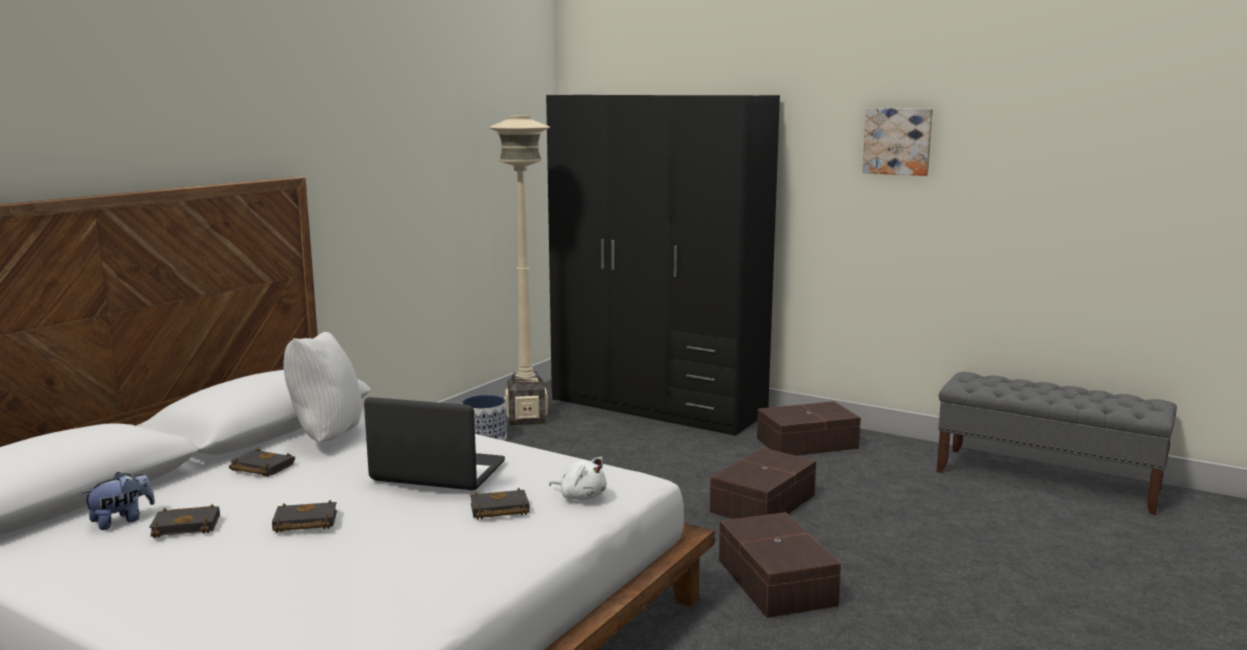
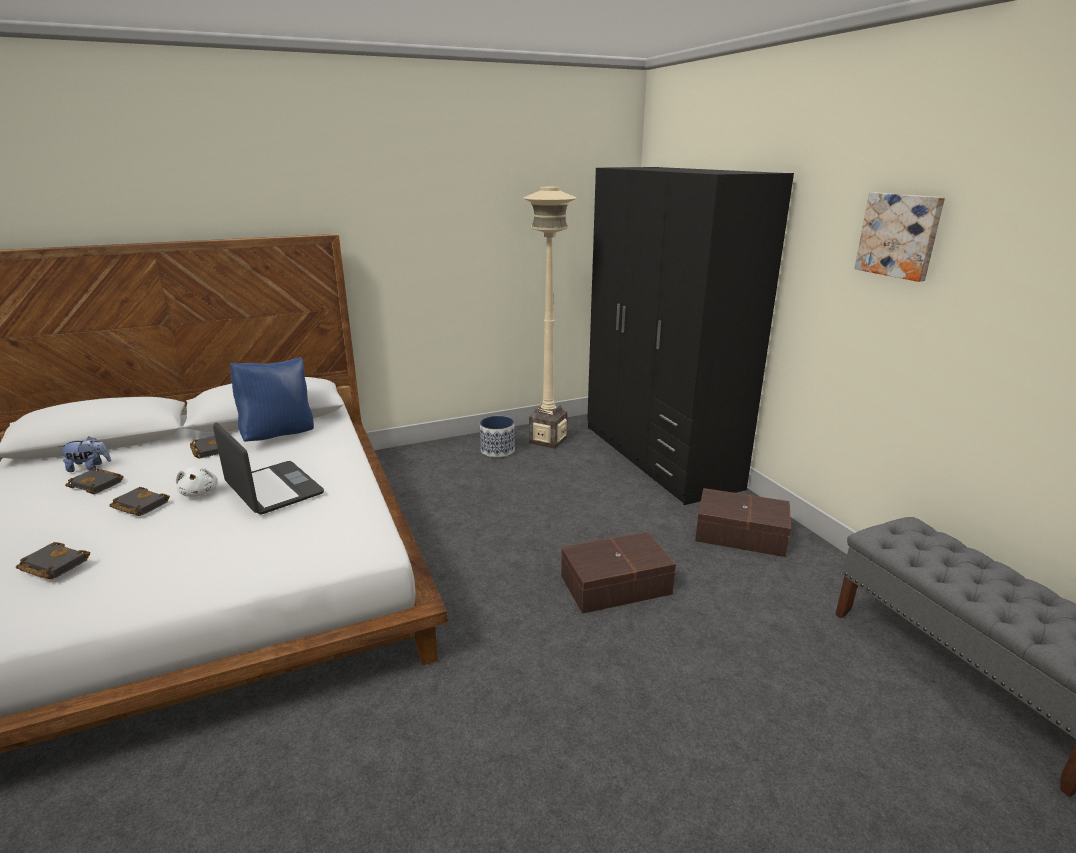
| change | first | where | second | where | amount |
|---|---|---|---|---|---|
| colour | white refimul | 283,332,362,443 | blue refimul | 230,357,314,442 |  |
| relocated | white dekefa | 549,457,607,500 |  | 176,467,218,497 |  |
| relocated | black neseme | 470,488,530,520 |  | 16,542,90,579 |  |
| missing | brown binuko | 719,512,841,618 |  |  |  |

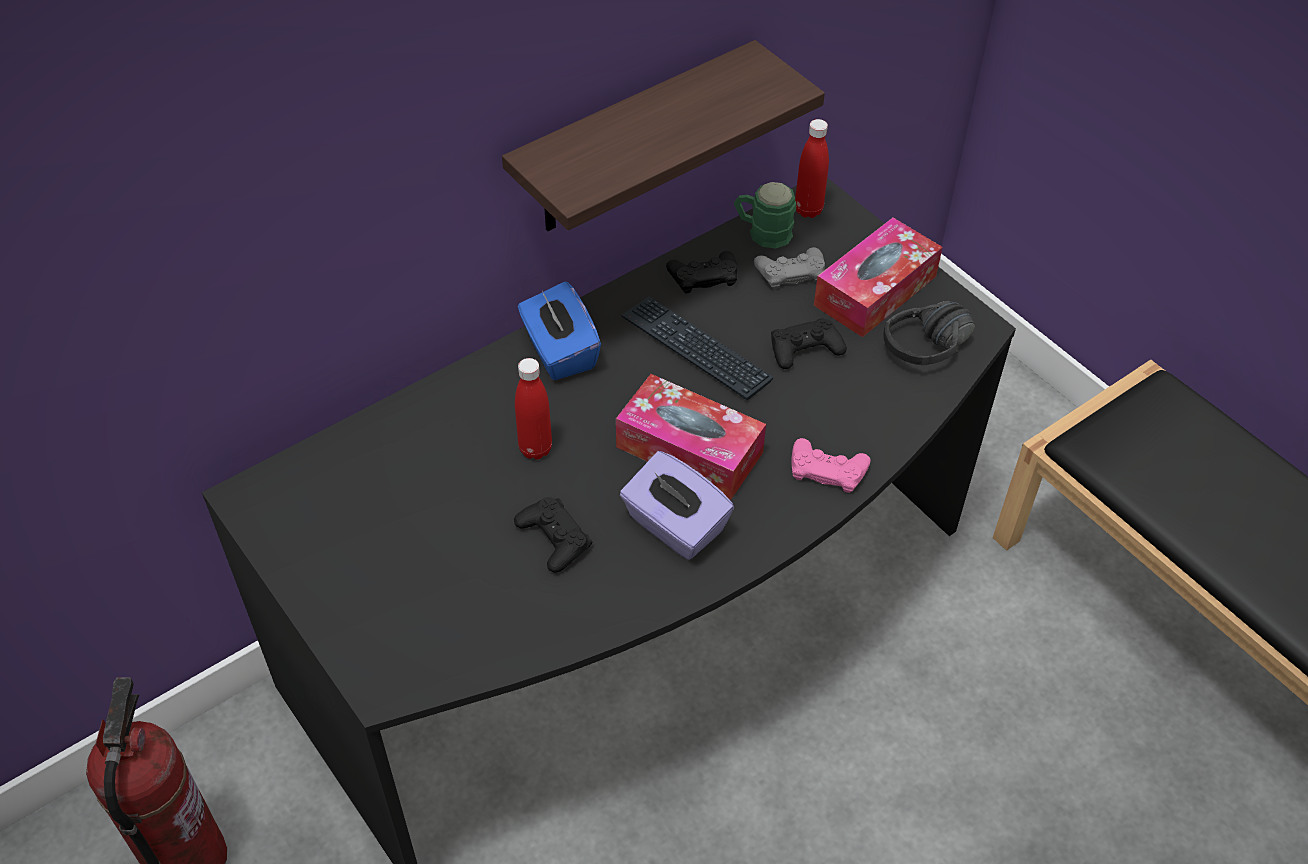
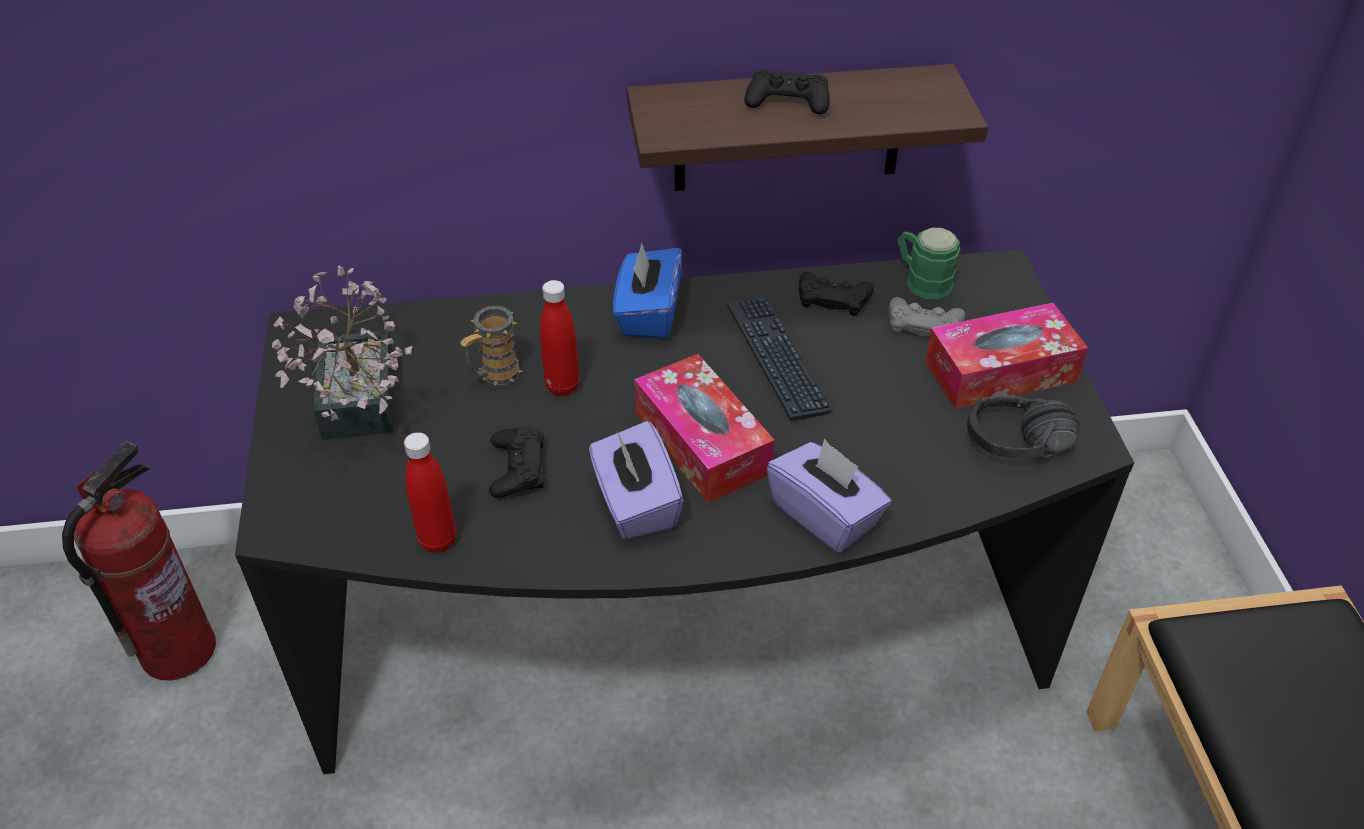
| change | first | where | second | where | amount |
|---|---|---|---|---|---|
| relocated | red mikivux | 795,119,829,218 |  | 404,432,456,553 |  |
| relocated | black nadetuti | 771,318,847,369 |  | 744,69,830,114 |  |
| exchanged | pink nadetuti | 791,438,871,493 | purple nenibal | 767,439,891,553 |  |
| appeared |  |  | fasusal | 272,266,412,440 |  |
| appeared |  |  | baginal | 460,306,523,386 |  |

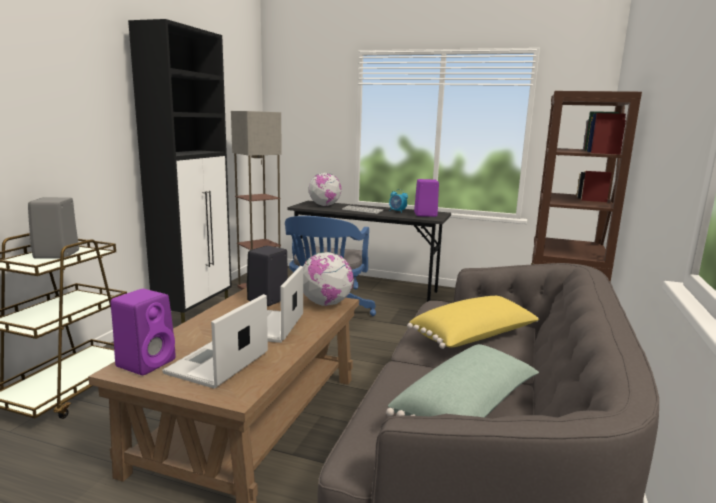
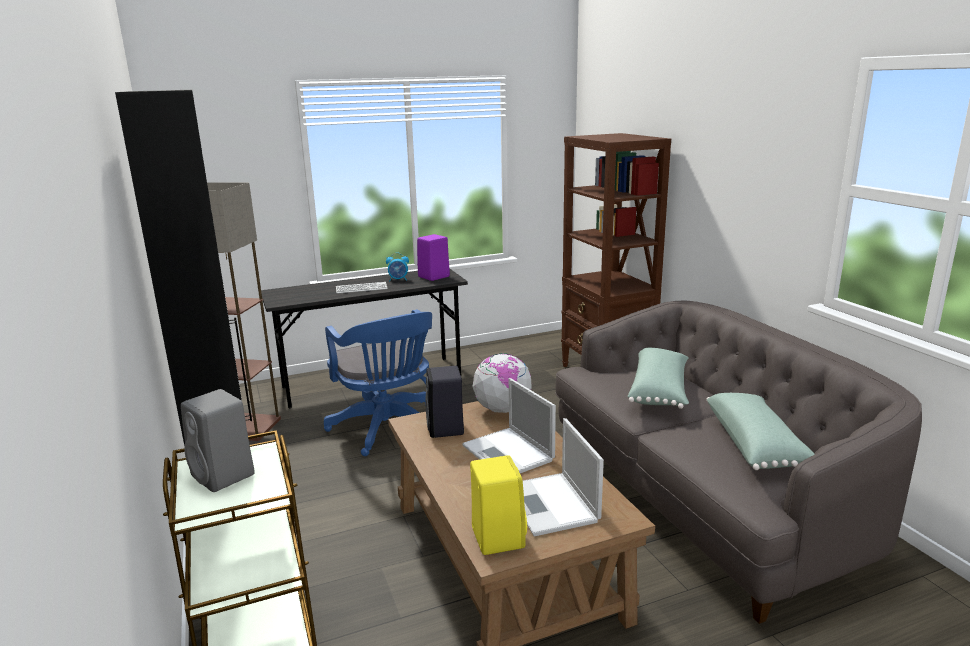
| change | first | where | second | where | amount |
|---|---|---|---|---|---|
| missing | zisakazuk | 309,173,341,206 |  |  |  |
| colour | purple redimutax | 111,289,176,375 | yellow redimutax | 470,455,527,555 |  |
| colour | yellow refimul | 407,296,540,349 | green refimul | 628,348,689,409 |  |

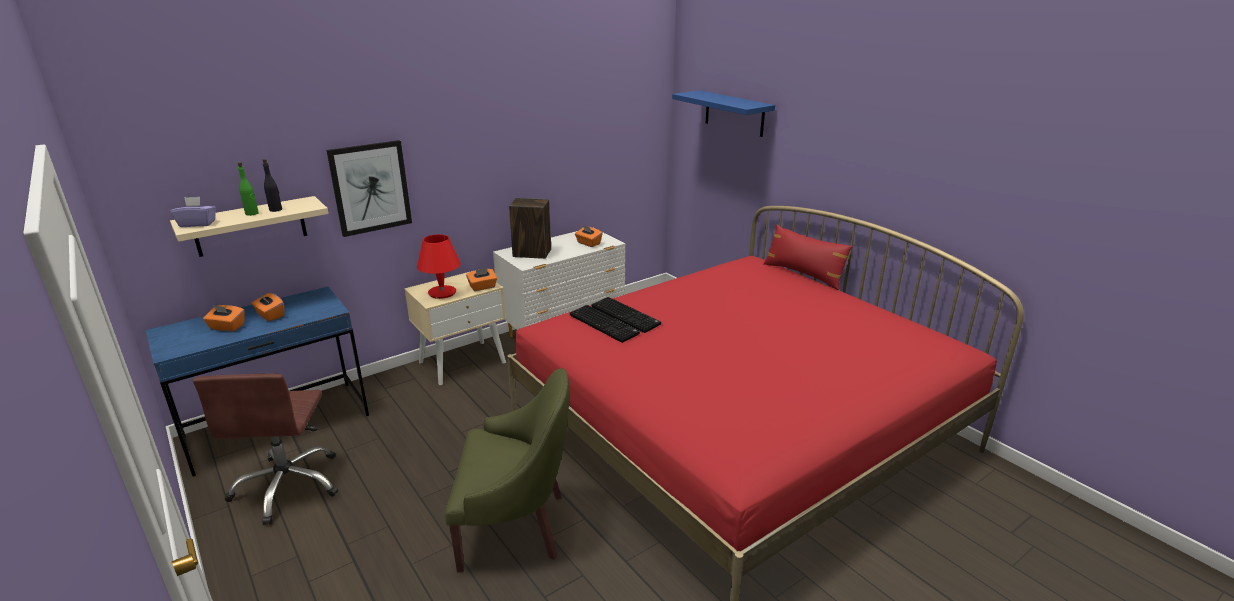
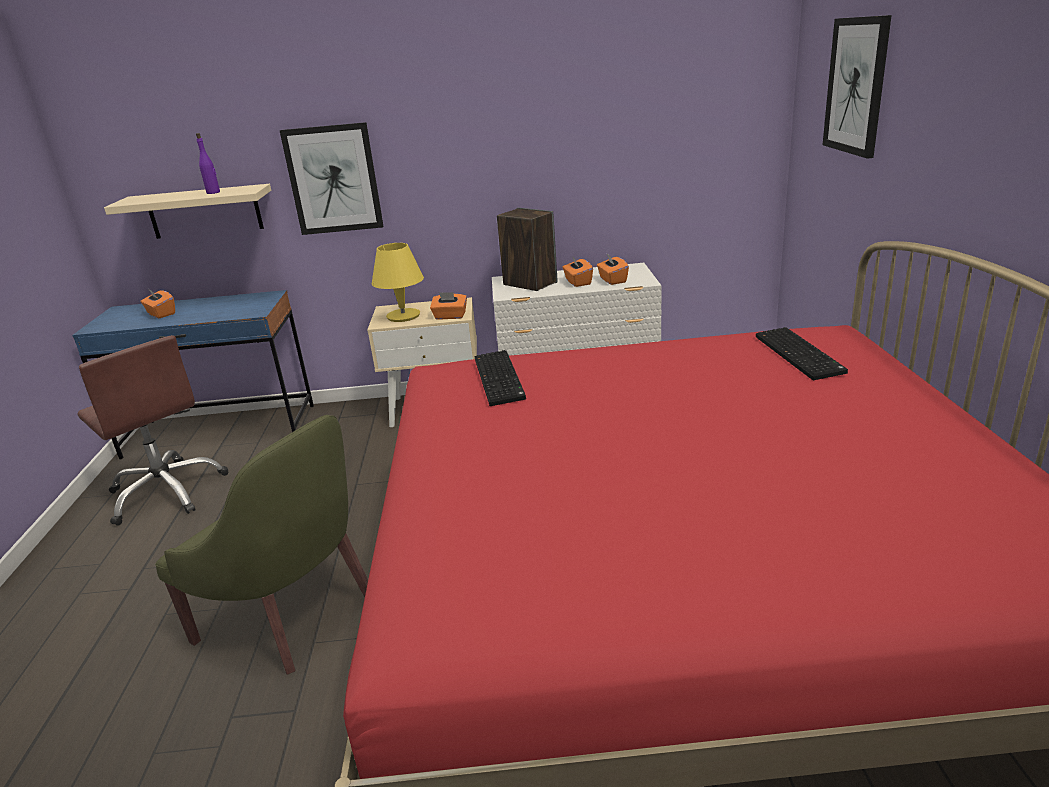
| change | first | where | second | where | amount |
|---|---|---|---|---|---|
| exchanged | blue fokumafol | 672,90,775,137 | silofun | 823,15,892,159 |  |
| colour | black mikivux | 263,159,282,212 | purple mikivux | 196,133,220,194 |  |
| missing | green mikivux | 238,162,259,216 |  |  |  |
| missing | purple nenibal | 170,197,216,227 |  |  |  |
| missing | red refimul | 763,224,853,290 |  |  |  |
| colour | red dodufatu | 417,234,461,299 | yellow dodufatu | 372,243,424,322 |  |
| relocated | orange nenibal | 251,293,284,321 |  | 562,256,593,287 |  |
| relocated | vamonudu | 592,297,661,333 |  | 756,327,848,380 |  |
| spun | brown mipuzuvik | 193,374,338,525 |  | 78,335,228,526 | 75 degrees counterclockwise |

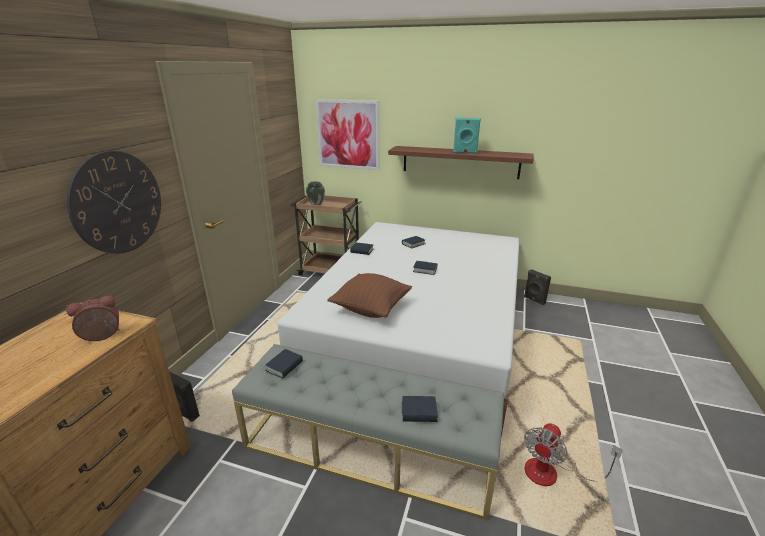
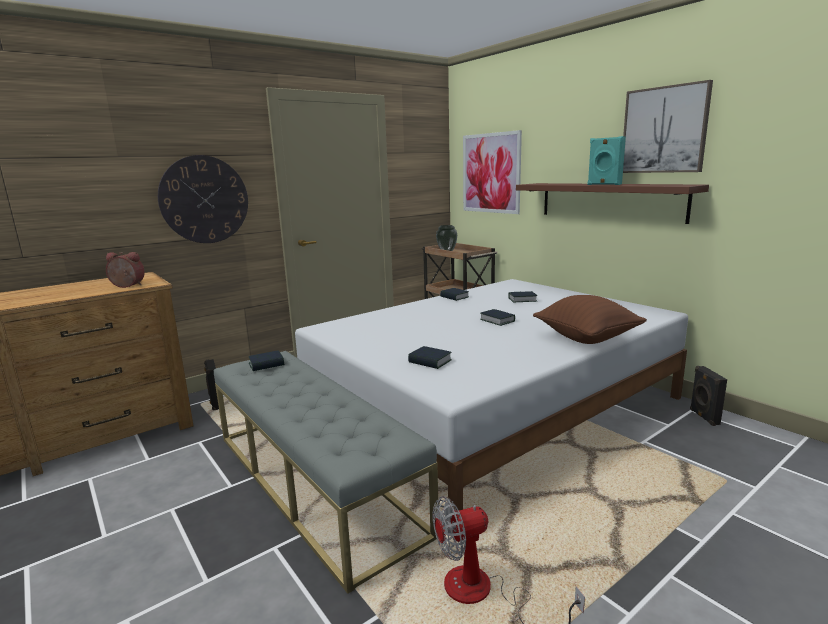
| change | first | where | second | where | amount |
|---|---|---|---|---|---|
| relocated | brown refimul | 327,273,412,318 |  | 533,295,647,344 |  |
| relocated | neseme | 402,396,438,422 |  | 408,346,452,369 |  |
| appeared |  |  | silofun | 623,80,713,173 |  |

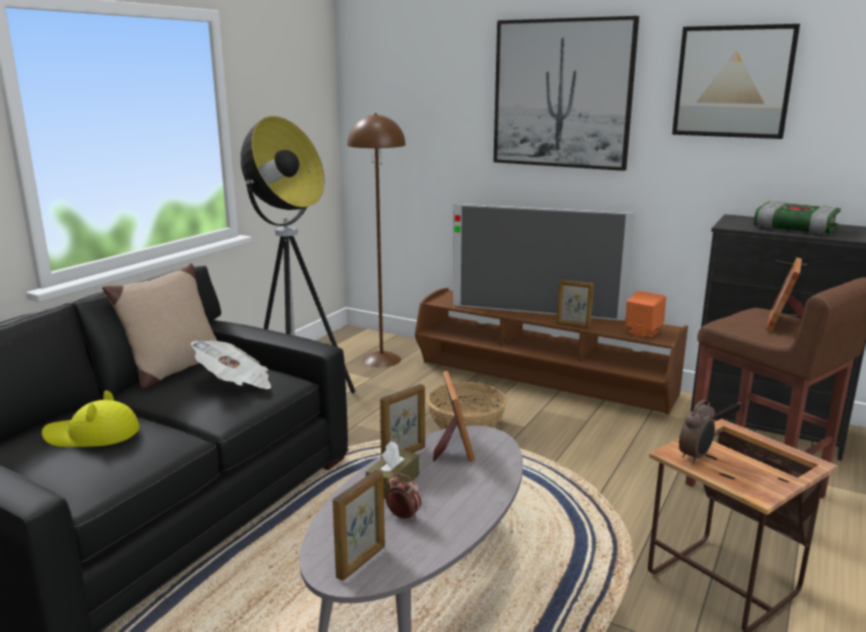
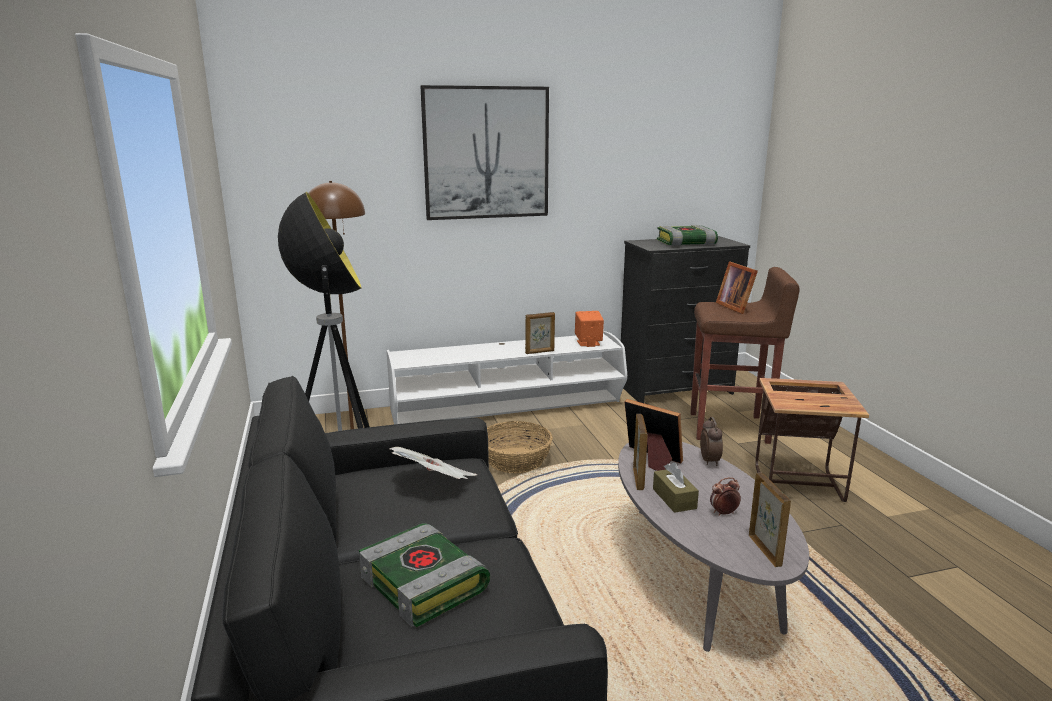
| change | first | where | second | where | amount |
|---|---|---|---|---|---|
| missing | silofun | 672,24,800,139 |  |  |  |
| missing | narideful | 453,203,635,321 |  |  |  |
| missing | beige refimul | 102,263,217,389 |  |  |  |
| colour | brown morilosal | 415,288,688,415 | white morilosal | 386,331,627,424 |  |
| exchanged | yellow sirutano | 42,391,140,447 | neseme | 359,523,490,627 |  |
| relocated | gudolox | 679,400,715,464 |  | 700,417,723,466 |  |

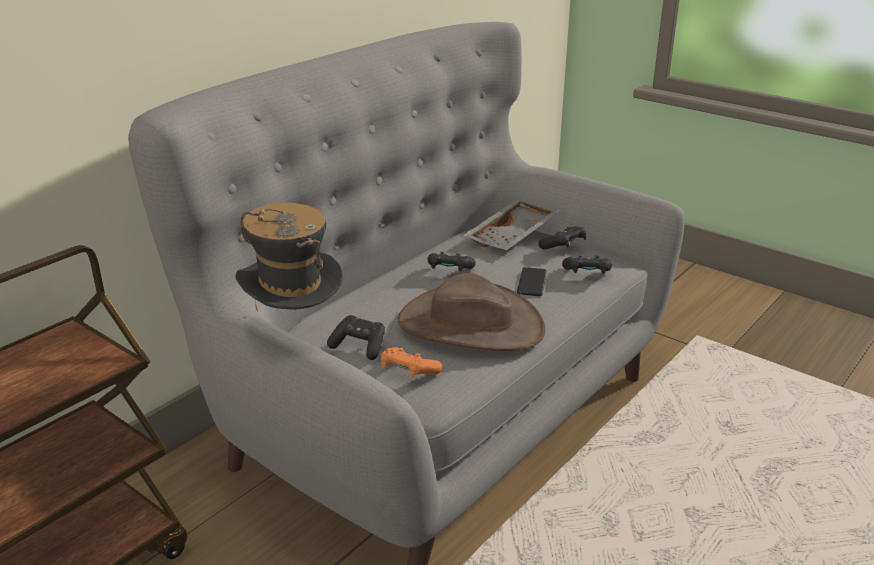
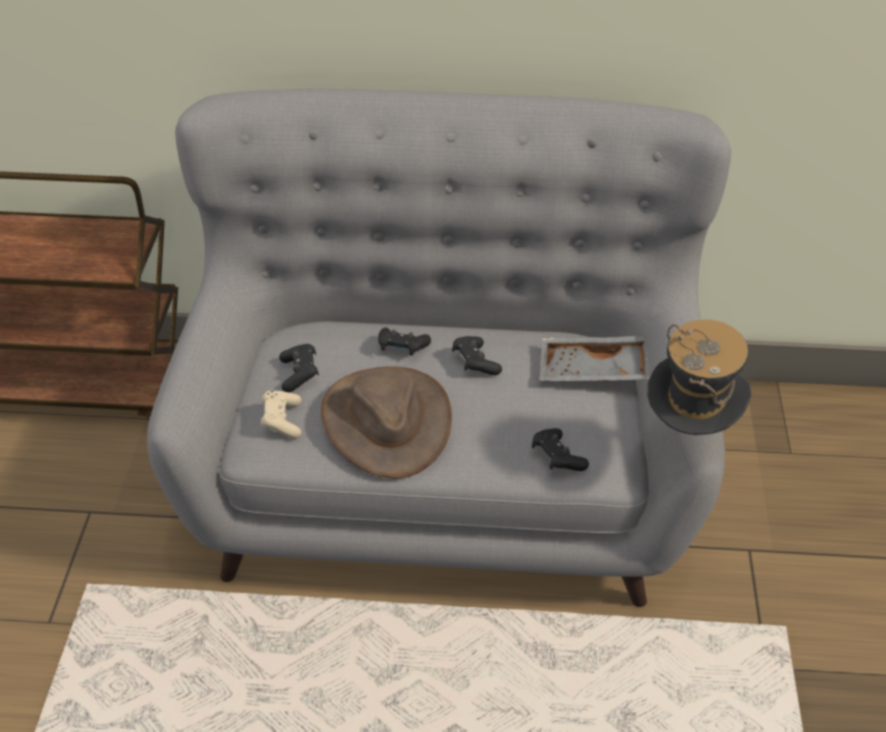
| change | first | where | second | where | amount |
|---|---|---|---|---|---|
| relocated | sirutano | 235,203,343,312 |  | 647,319,752,435 |  |
| relocated | black nadetuti | 539,226,586,249 |  | 378,328,431,356 |  |
| missing | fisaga | 517,267,547,296 |  |  |  |
| colour | orange nadetuti | 381,347,442,378 | beige nadetuti | 261,391,302,439 |  |

